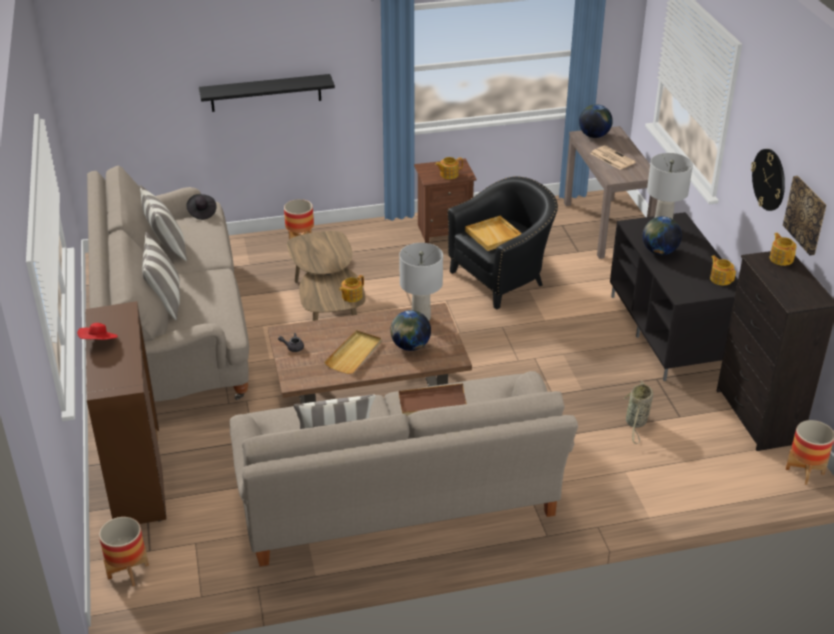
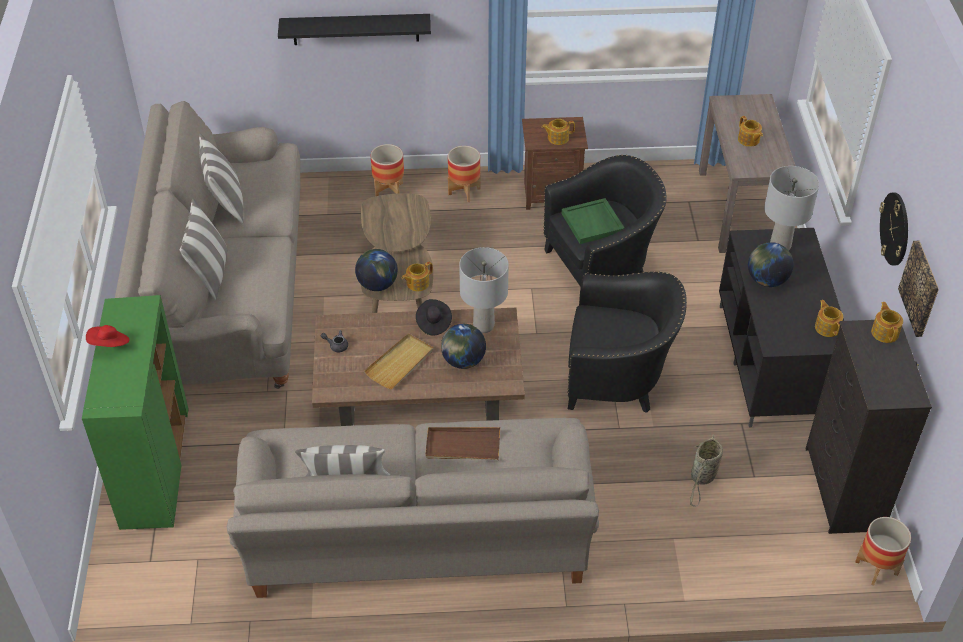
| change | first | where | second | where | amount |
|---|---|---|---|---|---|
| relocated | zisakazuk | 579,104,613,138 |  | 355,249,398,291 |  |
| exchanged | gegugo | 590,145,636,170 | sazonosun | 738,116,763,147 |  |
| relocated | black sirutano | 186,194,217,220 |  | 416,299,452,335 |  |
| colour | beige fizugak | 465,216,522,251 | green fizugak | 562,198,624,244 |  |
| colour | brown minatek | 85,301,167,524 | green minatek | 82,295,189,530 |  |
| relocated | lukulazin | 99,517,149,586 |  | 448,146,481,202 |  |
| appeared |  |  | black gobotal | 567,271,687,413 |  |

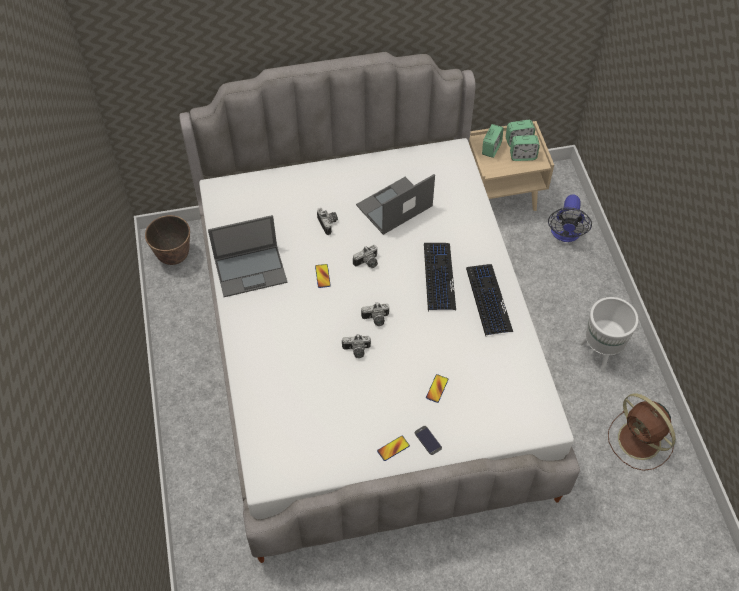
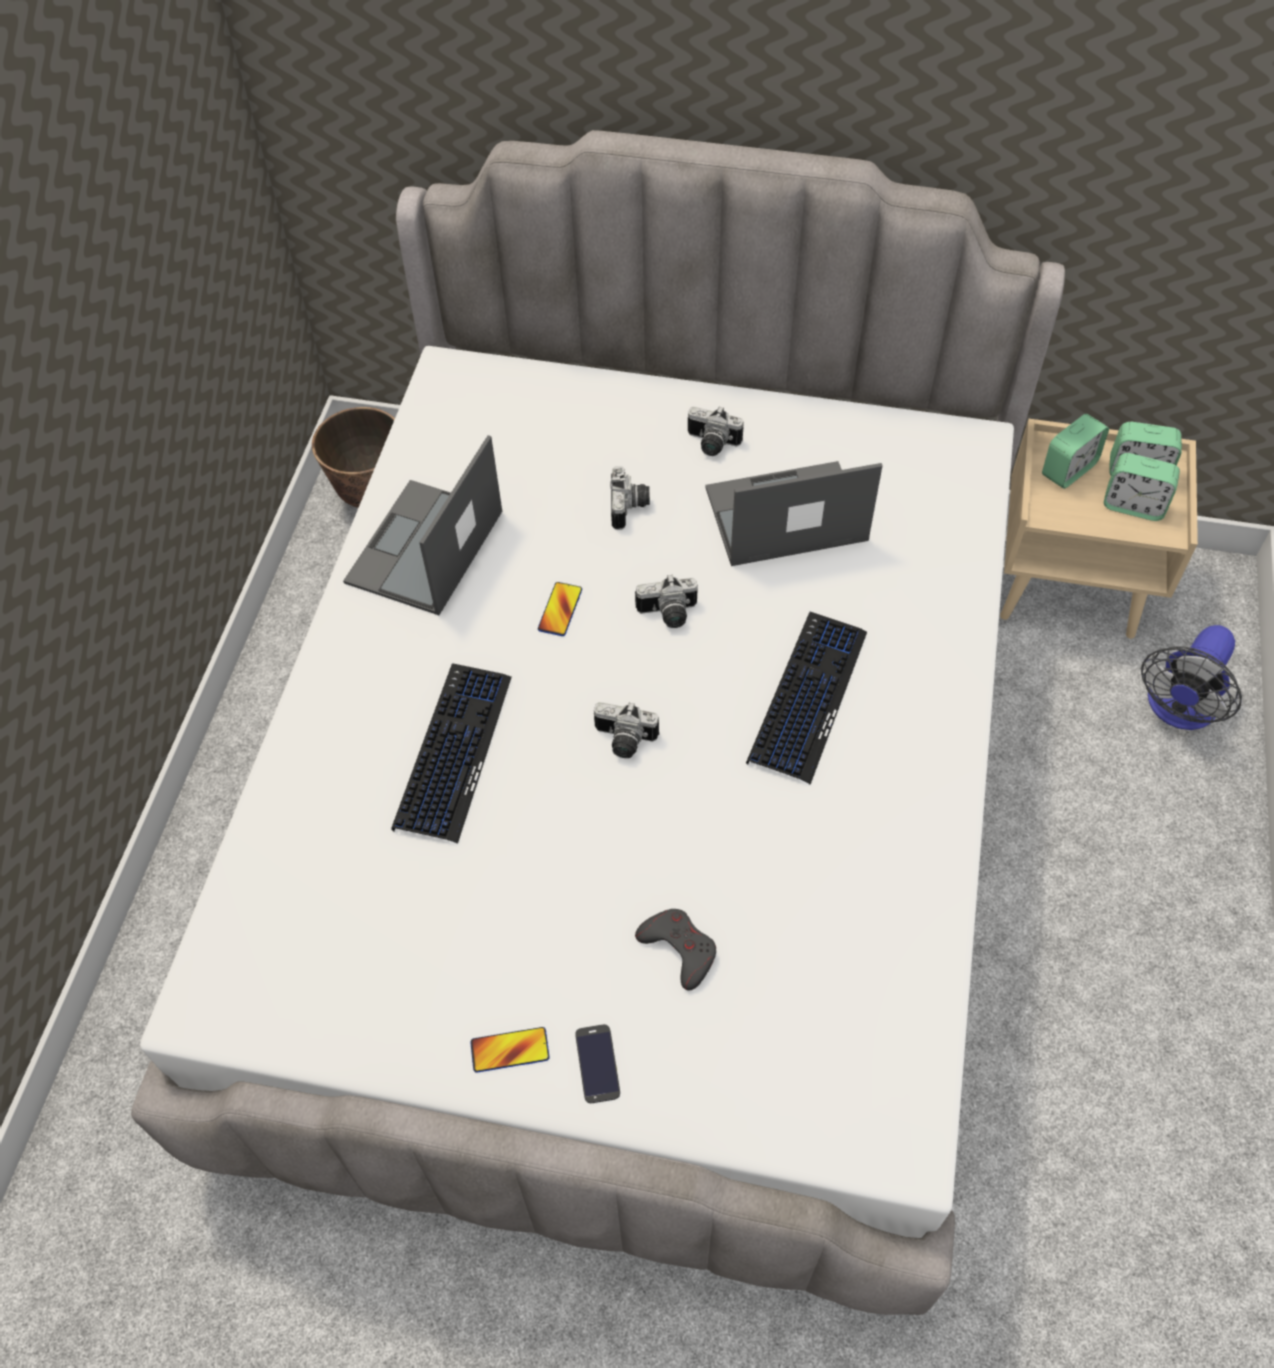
| change | first | where | second | where | amount |
|---|---|---|---|---|---|
| spun | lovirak | 208,215,288,297 |  | 343,435,502,615 | 105 degrees clockwise |
| relocated | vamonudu | 466,264,513,336 |  | 391,663,511,844 |  |
| missing | white lukulazin | 580,297,639,372 |  |  |  |
| relocated | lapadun | 342,334,371,358 |  | 688,406,744,456 |  |
| exchanged | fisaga | 426,374,448,403 | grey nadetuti | 635,909,716,990 |  |
| missing | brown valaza | 608,393,676,471 |  |  |  |

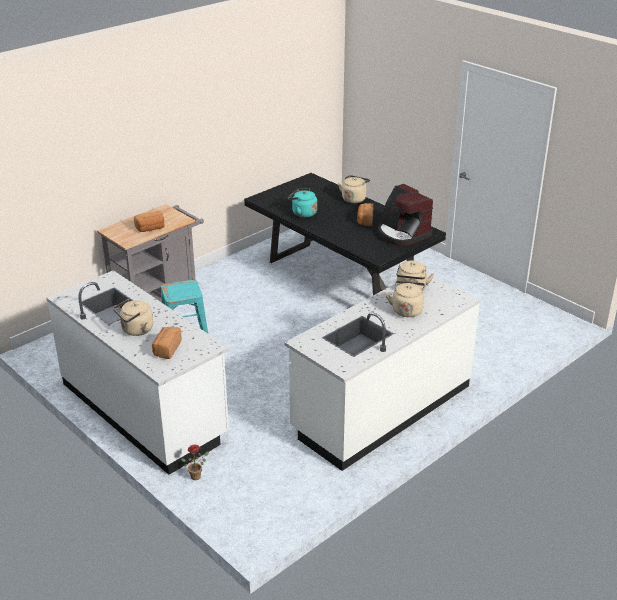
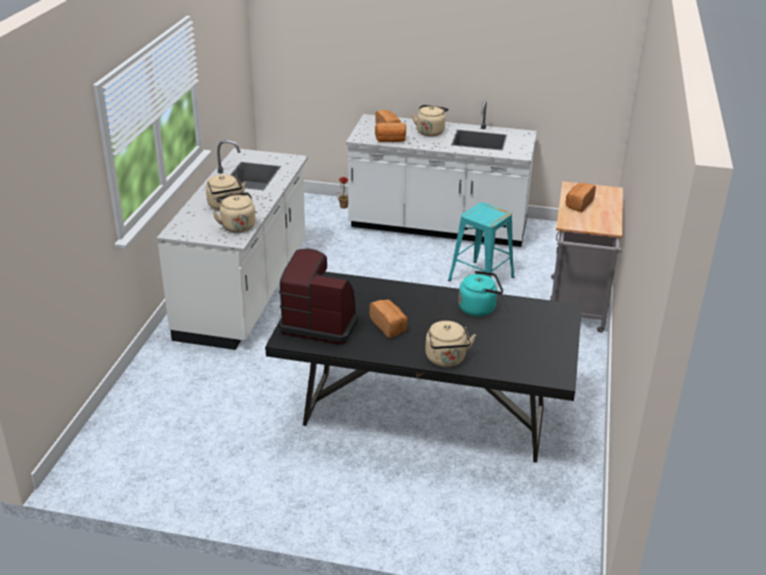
| change | first | where | second | where | amount |
|---|---|---|---|---|---|
| appeared |  |  | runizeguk | 375,123,406,142 |  |

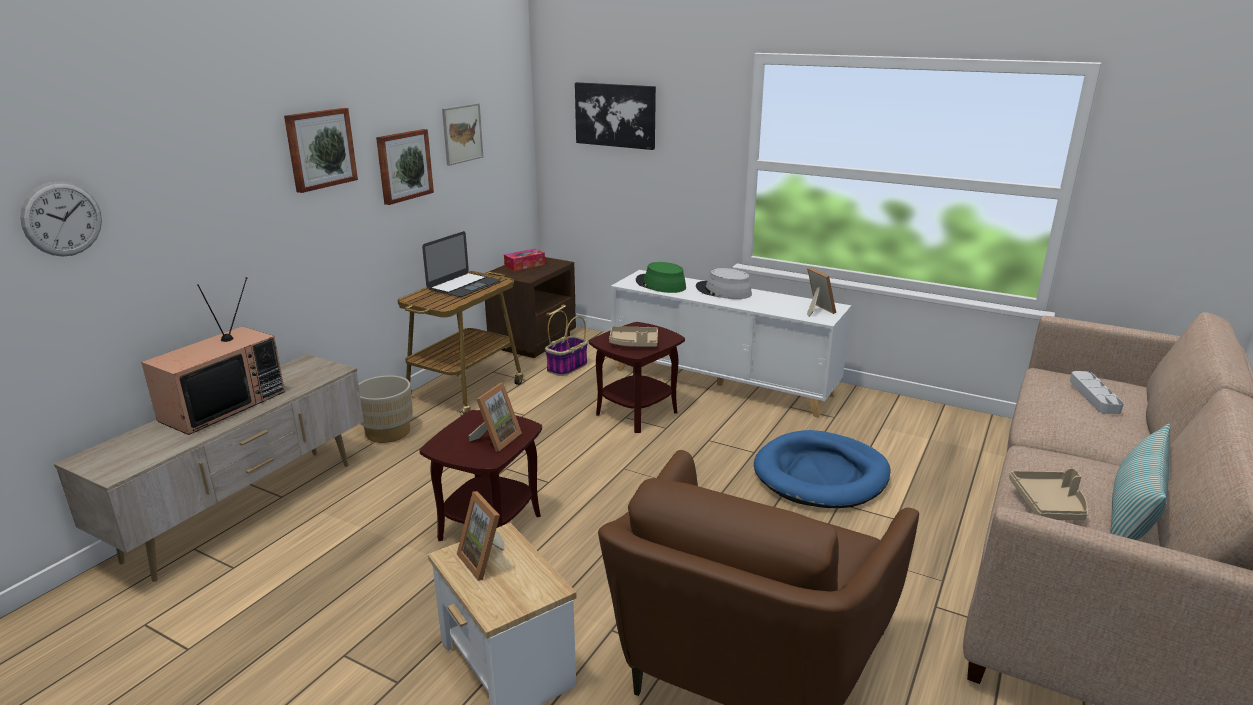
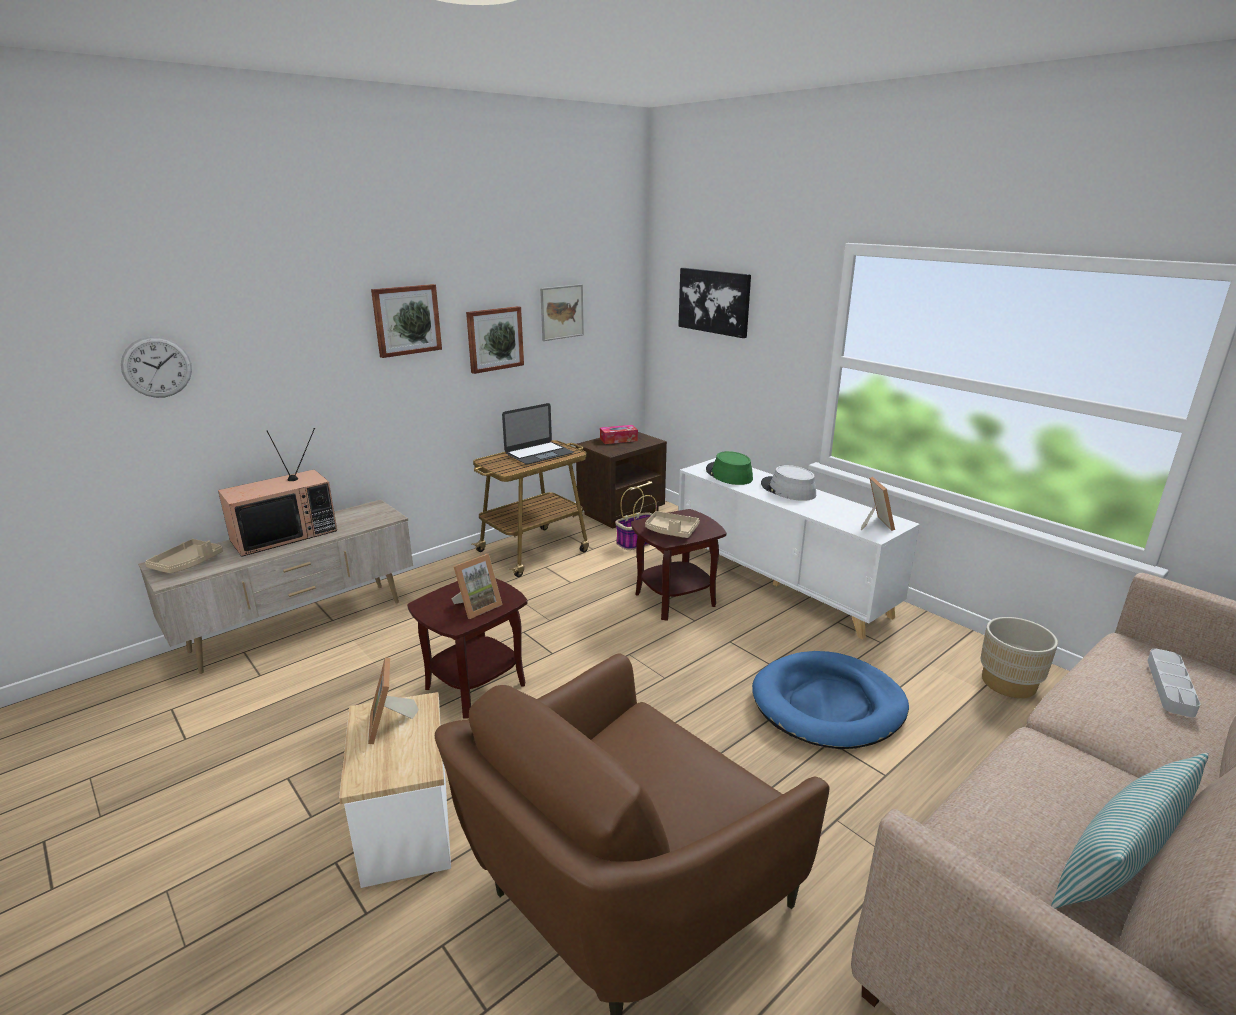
| change | first | where | second | where | amount |
|---|---|---|---|---|---|
| relocated | beige lukulazin | 358,375,413,443 |  | 980,617,1058,698 |  |
| relocated | beige fizugak | 1009,468,1088,520 |  | 145,539,223,573 |  |

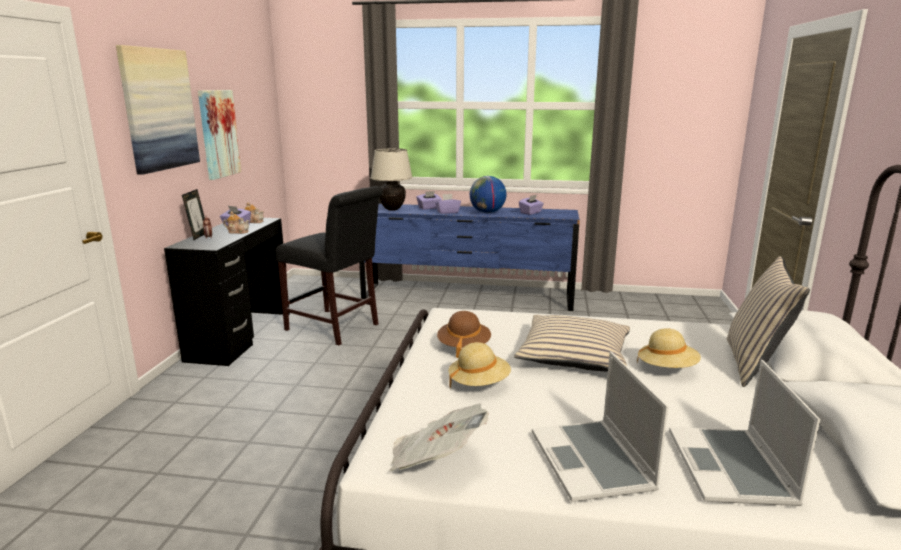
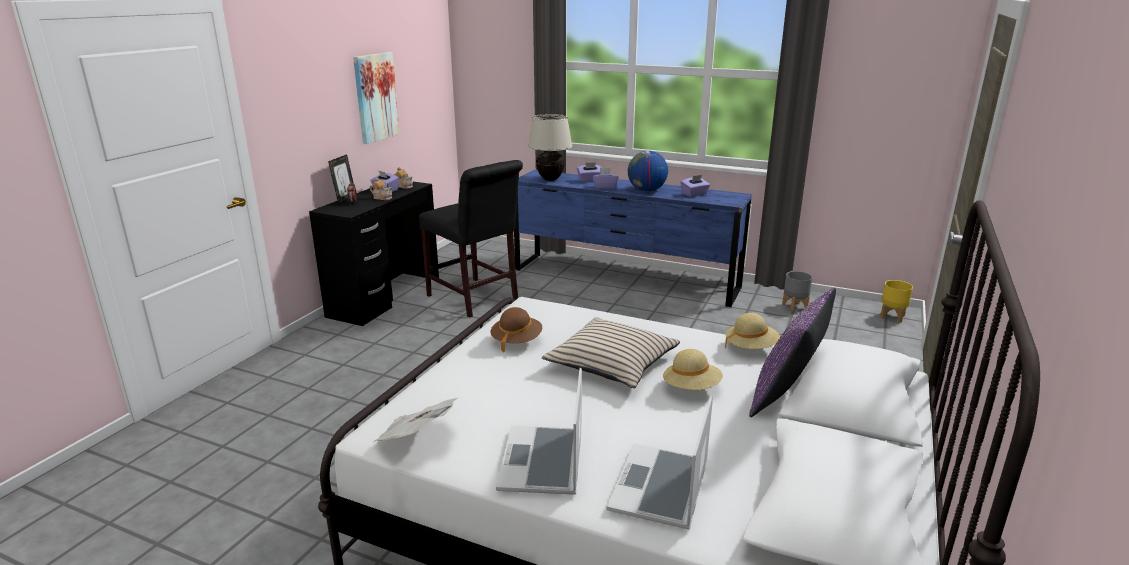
| change | first | where | second | where | amount |
|---|---|---|---|---|---|
| missing | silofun | 116,45,200,175 |  |  |  |
| colour | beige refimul | 727,256,810,387 | purple refimul | 749,288,836,417 |  |
| relocated | beige sirutano | 448,342,511,387 |  | 725,313,780,349 |  |
| appeared |  |  | grey lukulazin | 782,271,812,312 |  |
| appeared |  |  | yellow lukulazin | 880,280,913,323 |  |

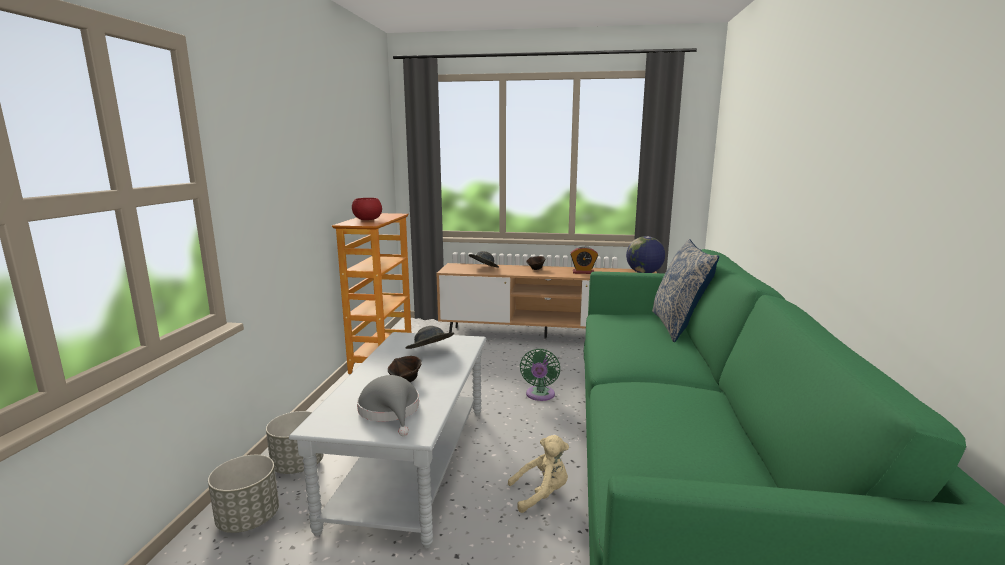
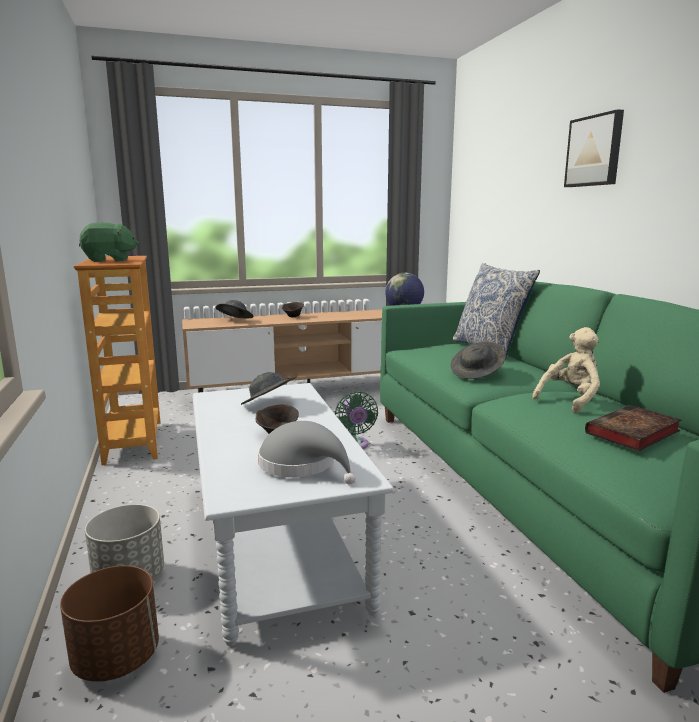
| change | first | where | second | where | amount |
|---|---|---|---|---|---|
| exchanged | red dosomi | 352,198,382,220 | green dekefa | 79,222,139,262 |  |
| missing | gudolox | 570,246,598,274 |  |  |  |
| relocated | beige dekefa | 508,435,569,513 |  | 532,327,600,413 |  |
| colour | grey lukulazin | 208,455,279,533 | brown lukulazin | 60,565,159,682 |  |
| appeared |  |  | silofun | 564,109,624,187 |  |
| appeared |  |  | grey sirutano | 451,342,506,379 |  |
| appeared |  |  | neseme | 585,405,681,452 |  |

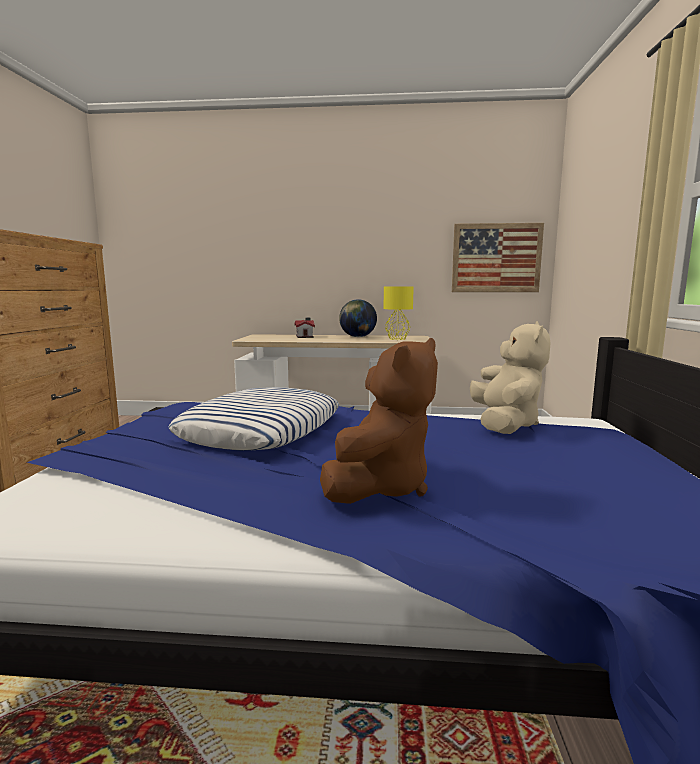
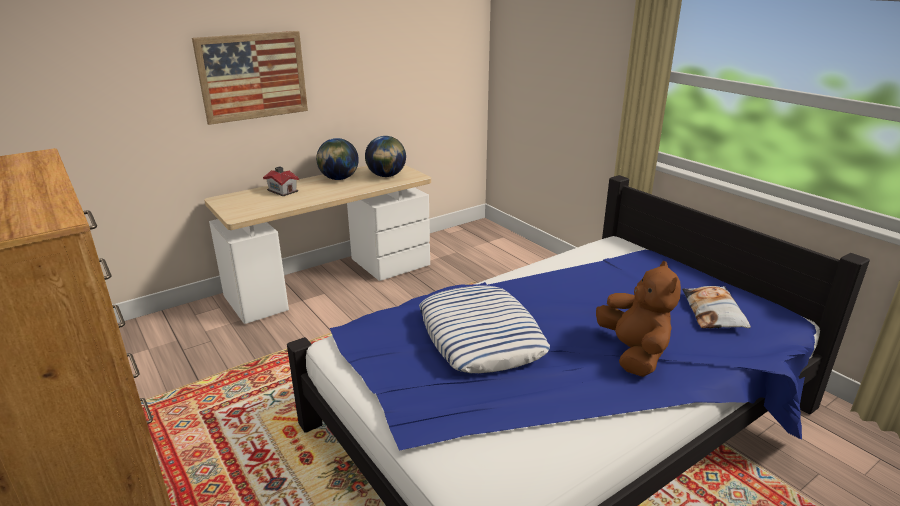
| change | first | where | second | where | amount |
|---|---|---|---|---|---|
| relocated | silofun | 452,223,544,292 |  | 192,31,308,125 |  |
| exchanged | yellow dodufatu | 384,286,414,340 | zisakazuk | 365,136,406,177 |  |
| missing | beige dekefa | 470,321,551,434 |  |  |  |
| appeared |  |  | refimul | 682,286,751,328 |  |

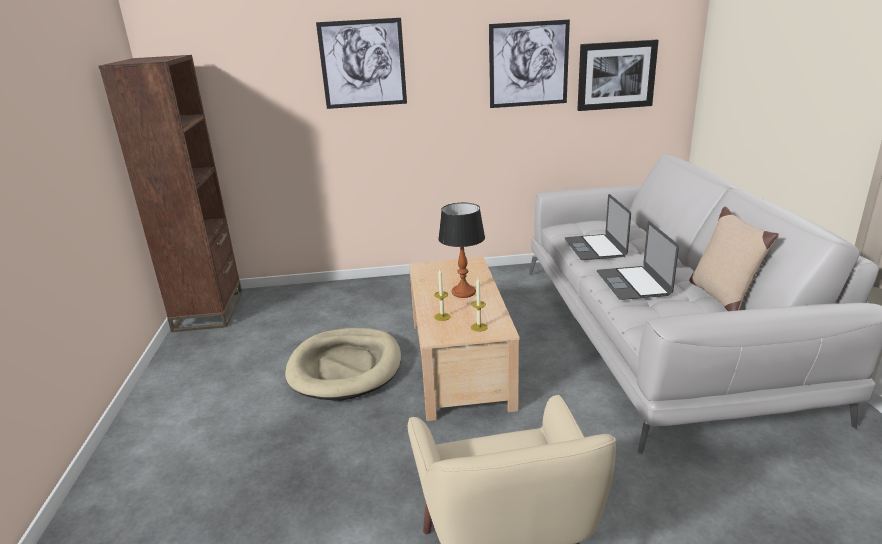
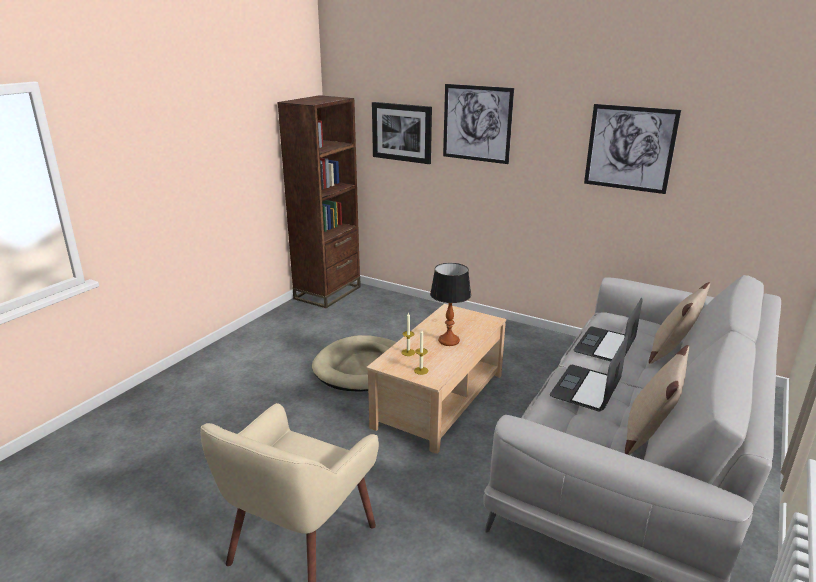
| change | first | where | second | where | amount |
|---|---|---|---|---|---|
| relocated | silofun | 577,40,659,111 |  | 372,102,432,164 |  |
| appeared |  |  | beige refimul | 649,282,710,364 |  |

